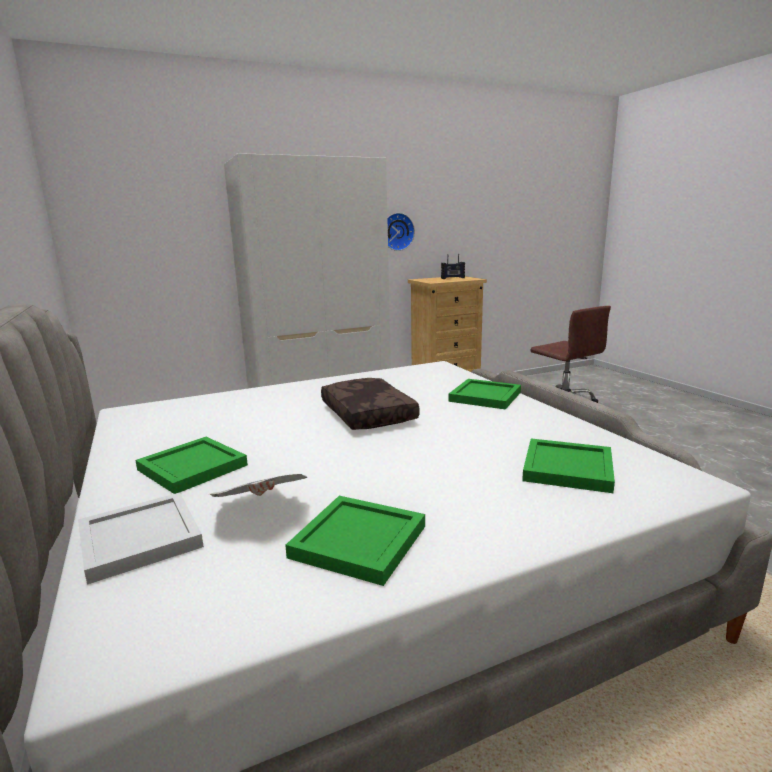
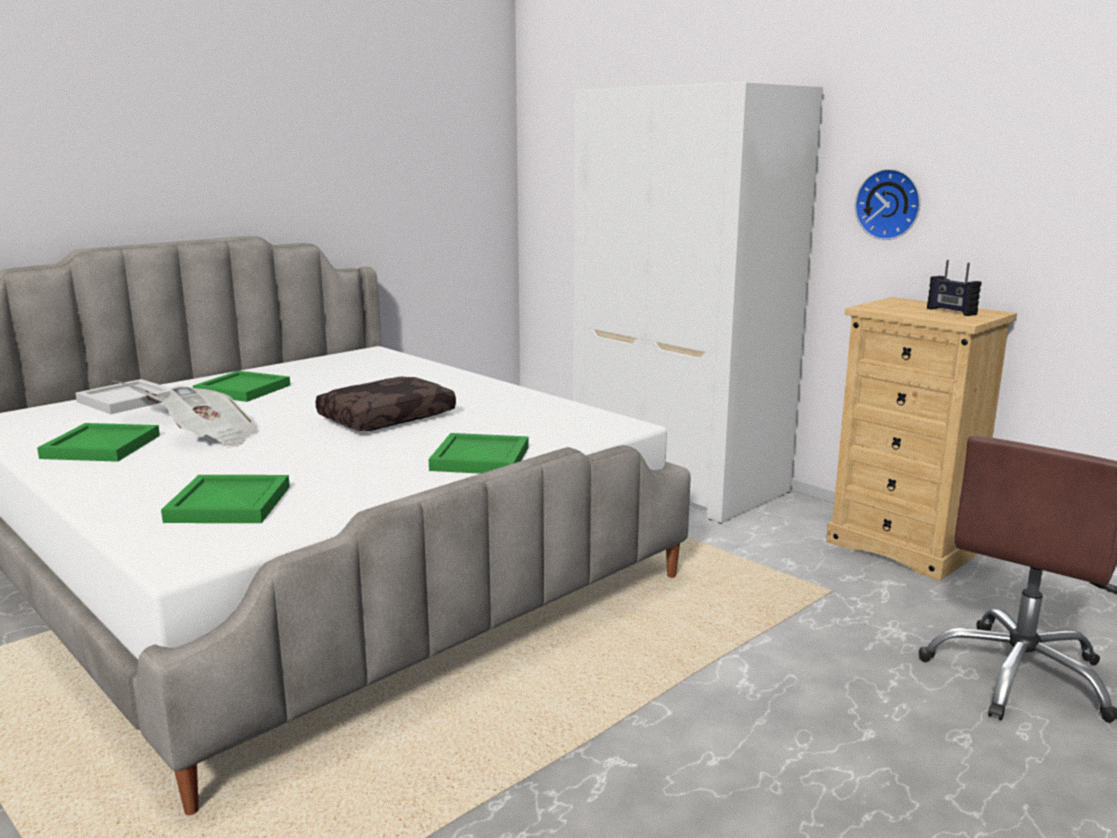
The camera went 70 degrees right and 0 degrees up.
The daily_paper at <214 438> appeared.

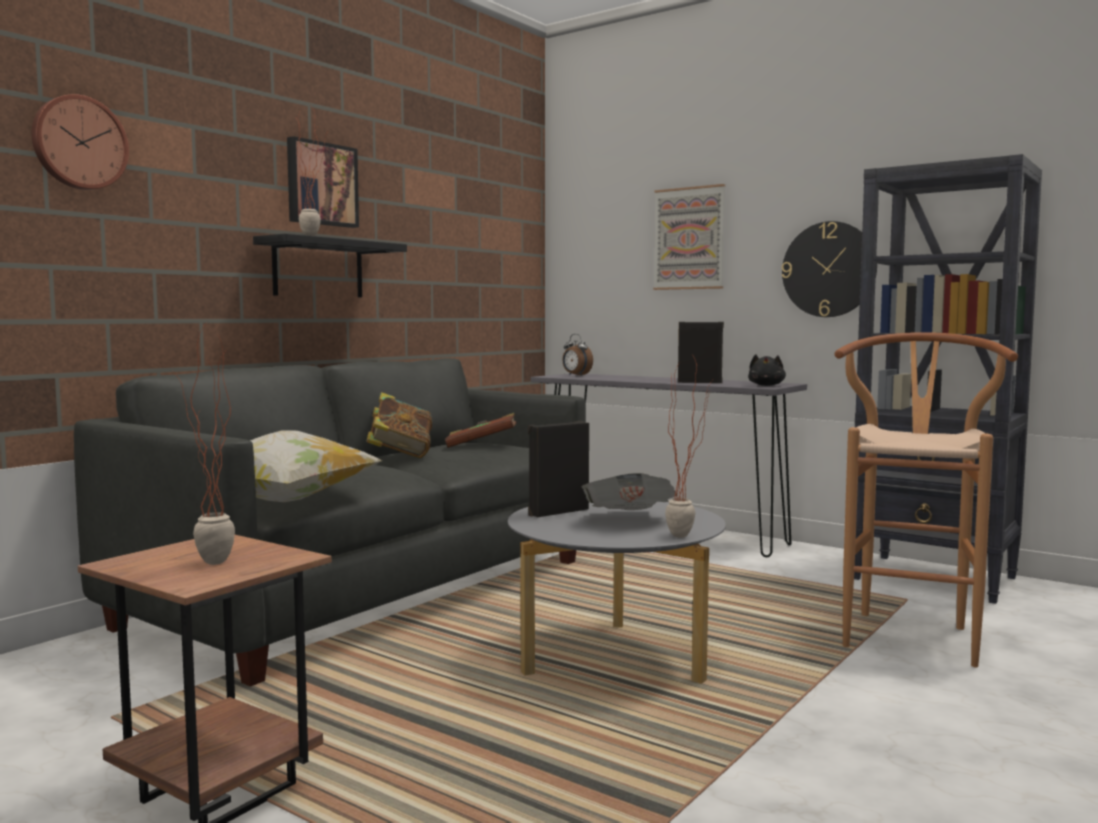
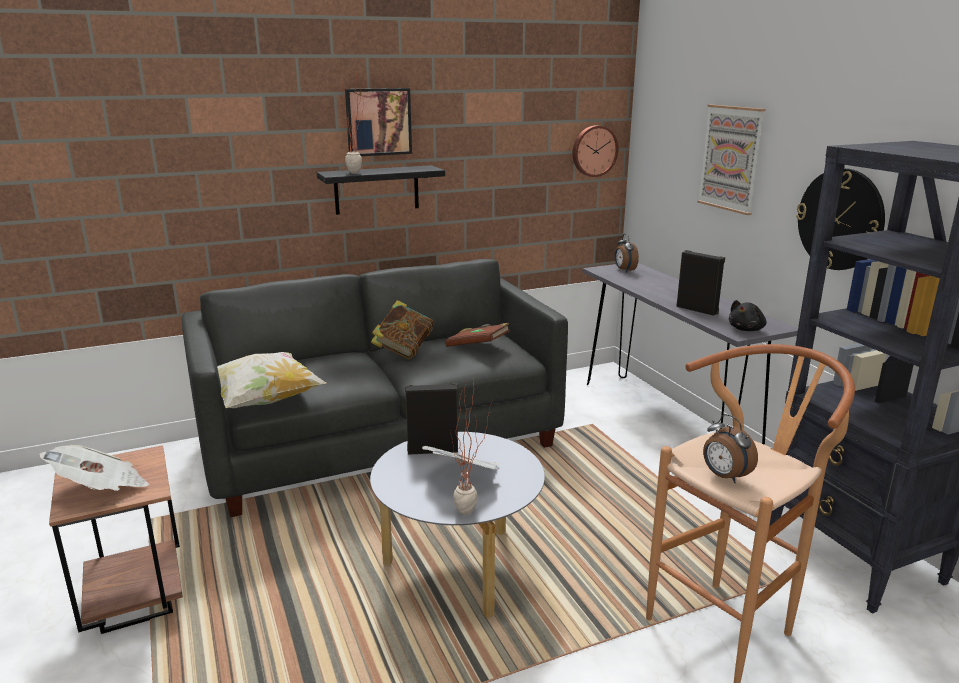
The camera went 30 degrees right and 15 degrees up.
The table_clock at <724 476> appeared.
The hanging_clock moved from <79 143> to <593 151>.
The houseplant at <210 566> was replaced by the daily_paper at <102 489>.

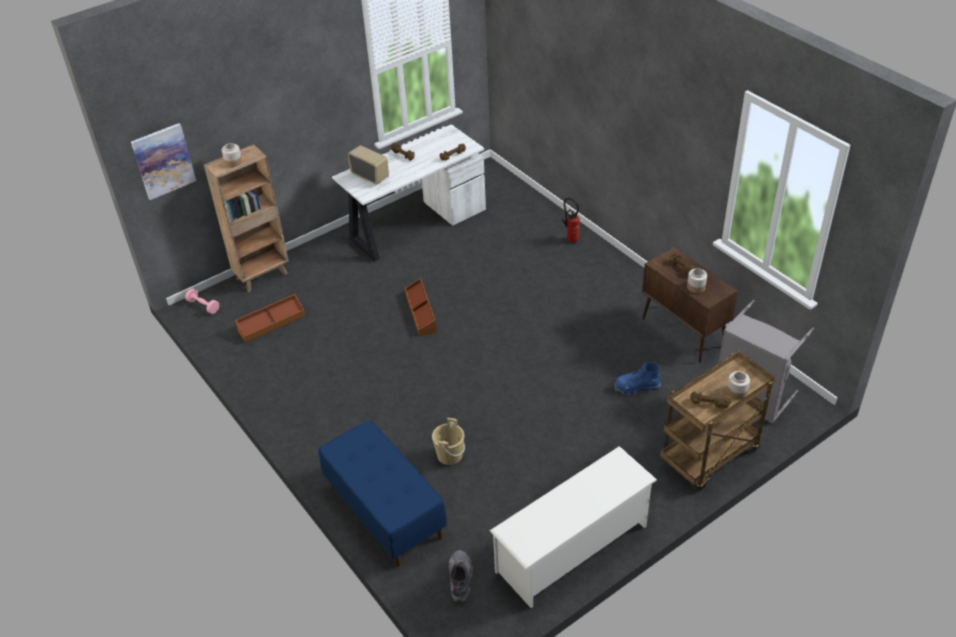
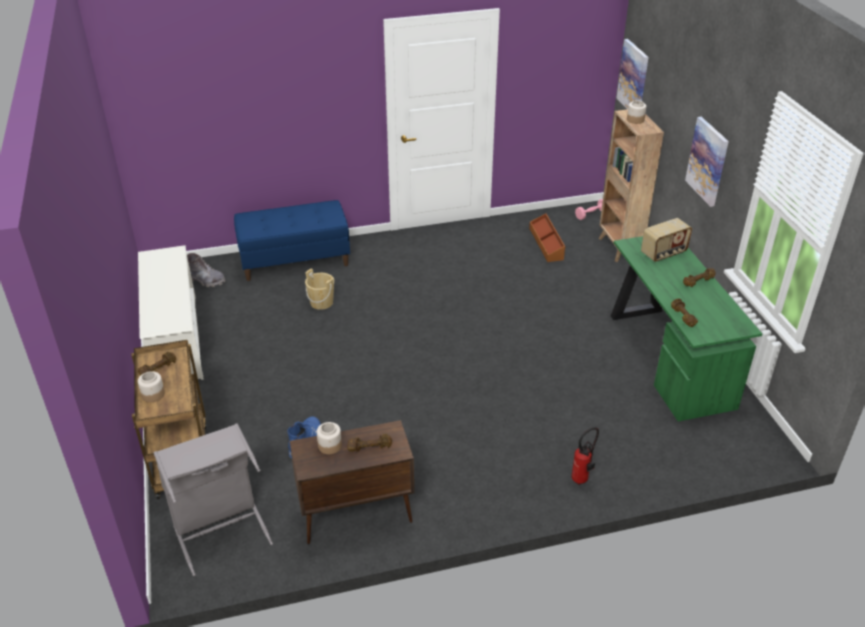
The camera went 110 degrees right and 5 degrees down.
The brownish_storage_bin at <421 312> disappeared.
The picture at <707 161> appeared.
The white_desk at <415 224> became the green_desk at <668 357>.

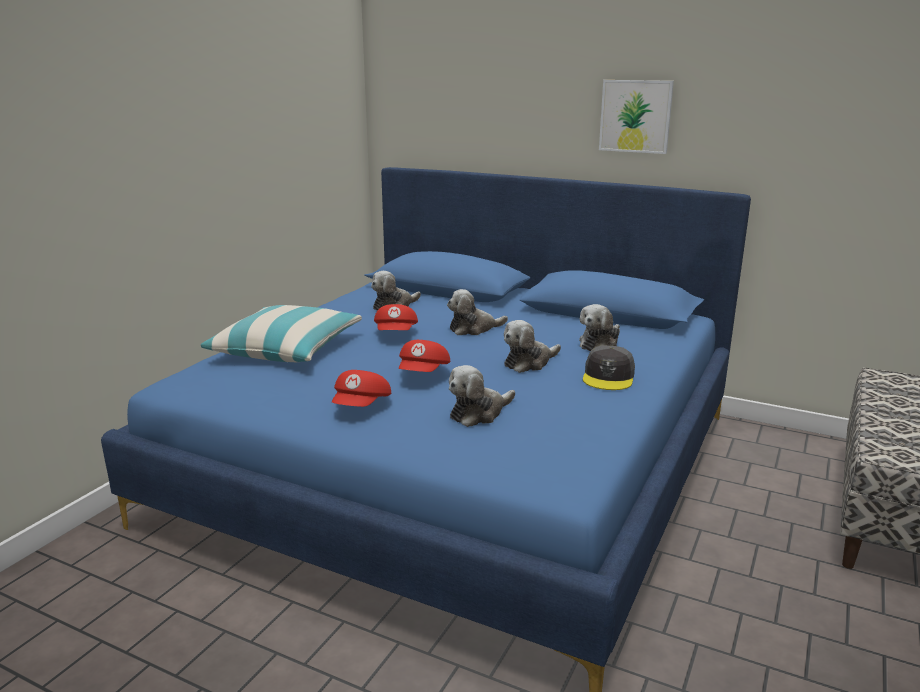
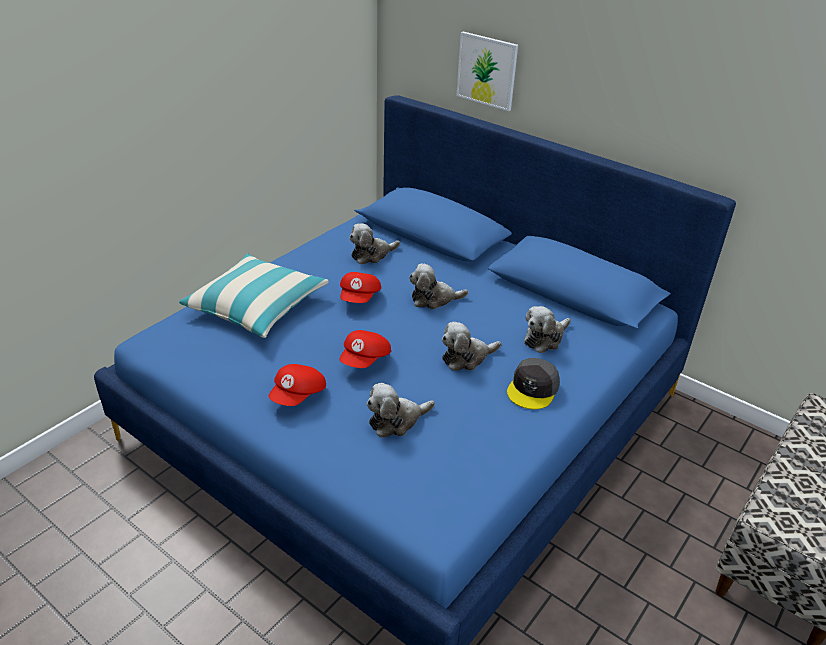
The camera went 10 degrees right and 15 degrees up.
The picture moved from <635 116> to <487 71>.

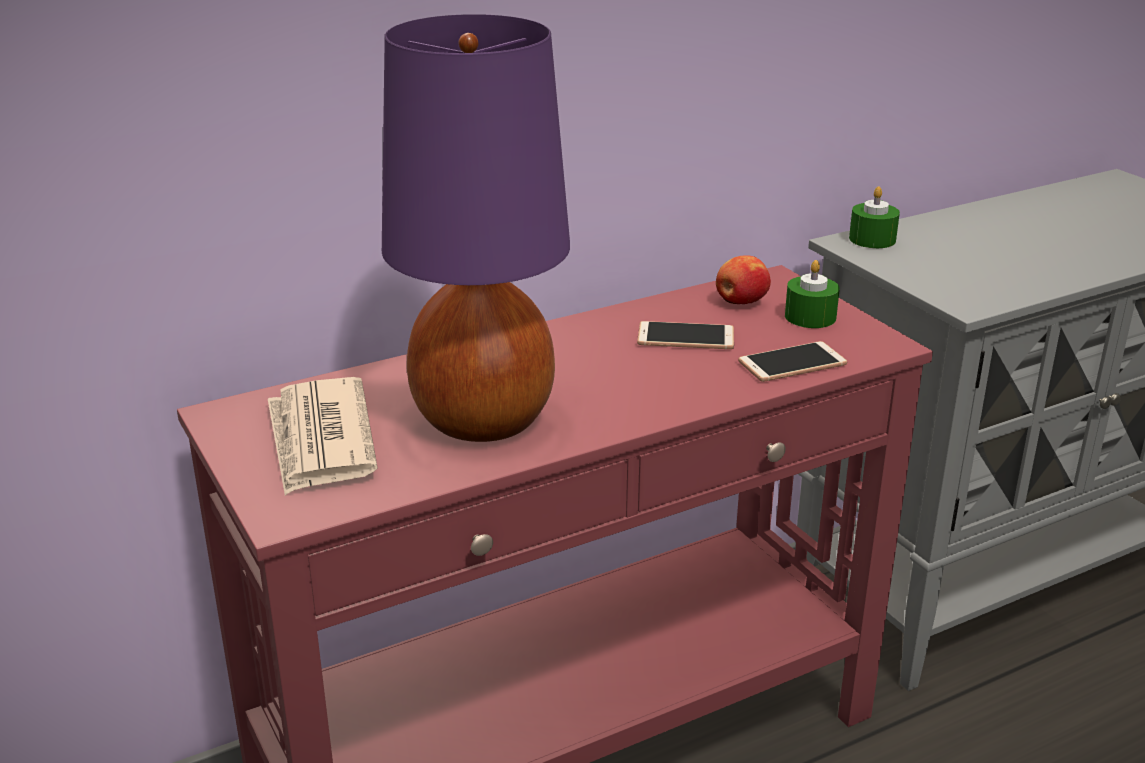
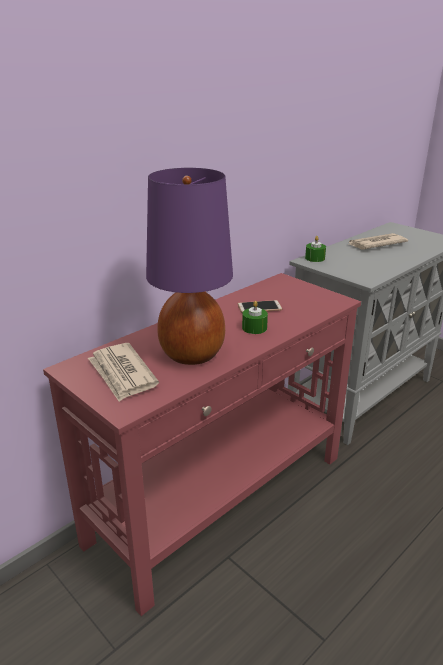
The camera went 15 degrees left and 0 degrees up.
The apple at <740 302> disappeared.
The telephone at <792 363> disappeared.
The daily_paper at <375 244> appeared.
The green_wax_light moved from <810 317> to <254 328>.

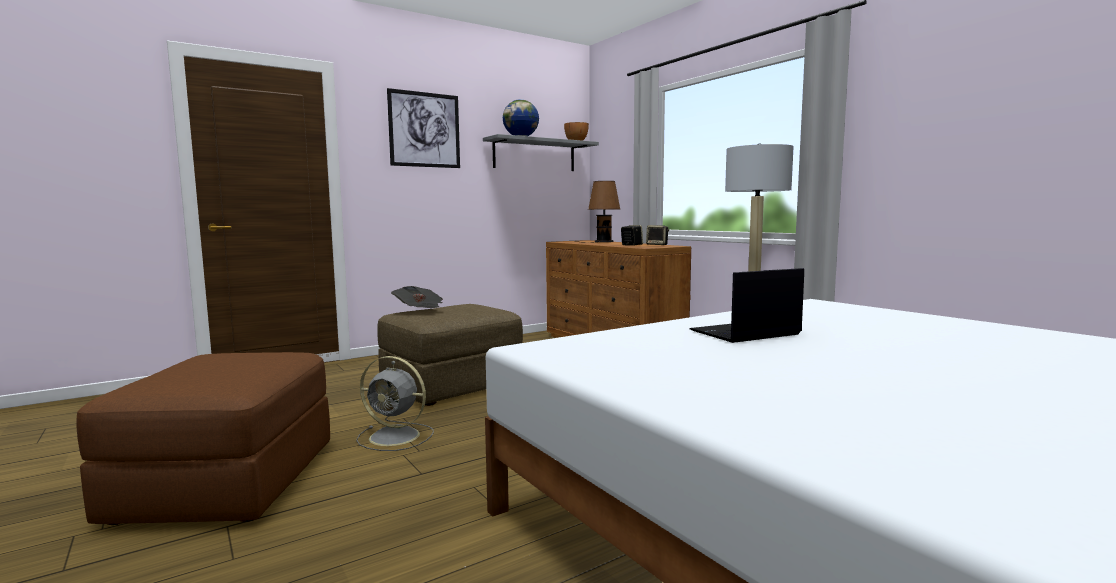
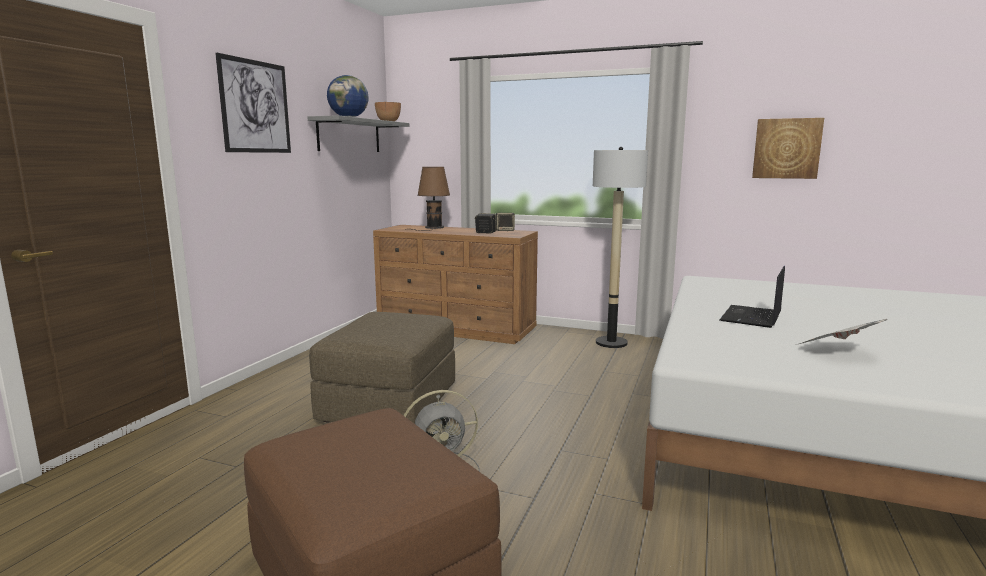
The camera went 35 degrees left and 5 degrees up.
The picture at <786 148> appeared.
The daily_paper moved from <420 312> to <837 352>.

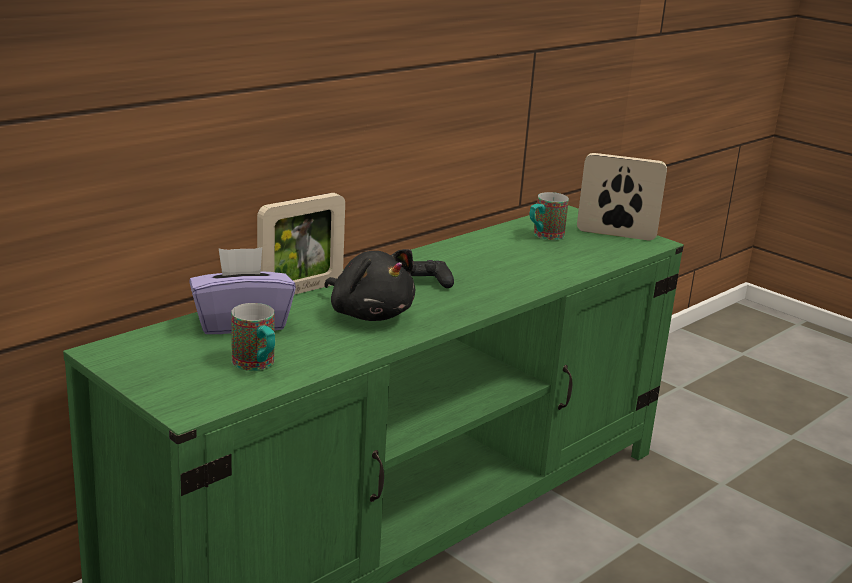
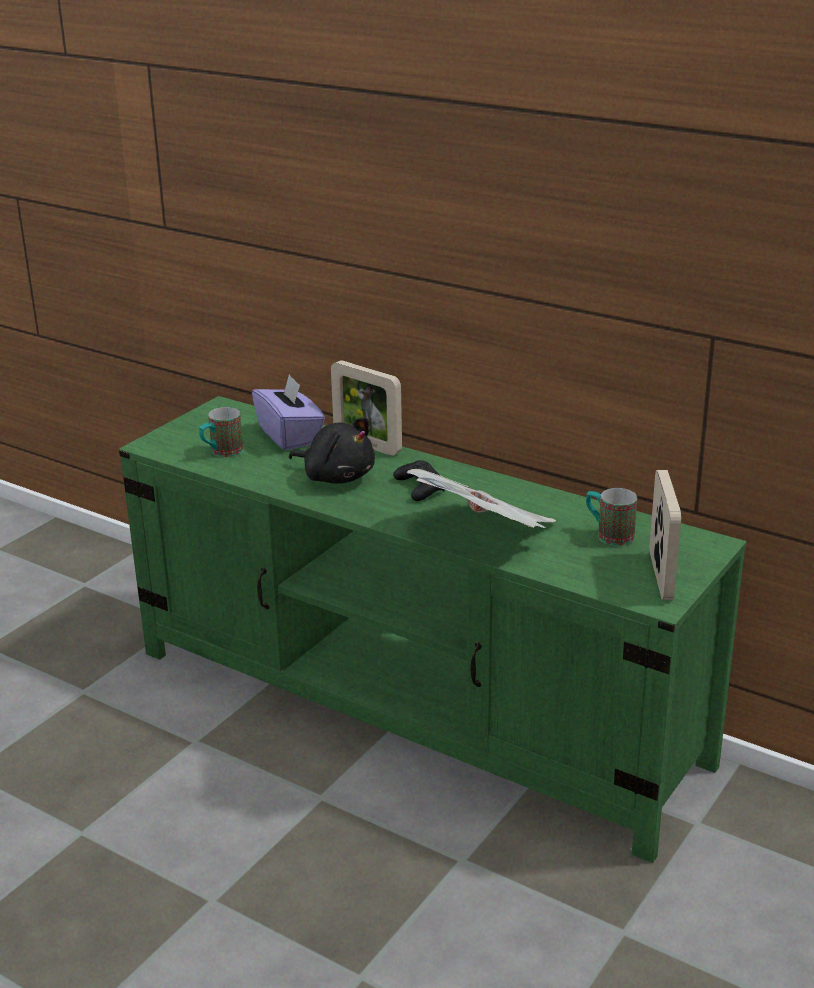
The camera went 80 degrees right and 5 degrees up.
The daily_paper at <484 534> appeared.
The black_cuddly_toy at <369 314> turned 90 degrees counterclockwise.

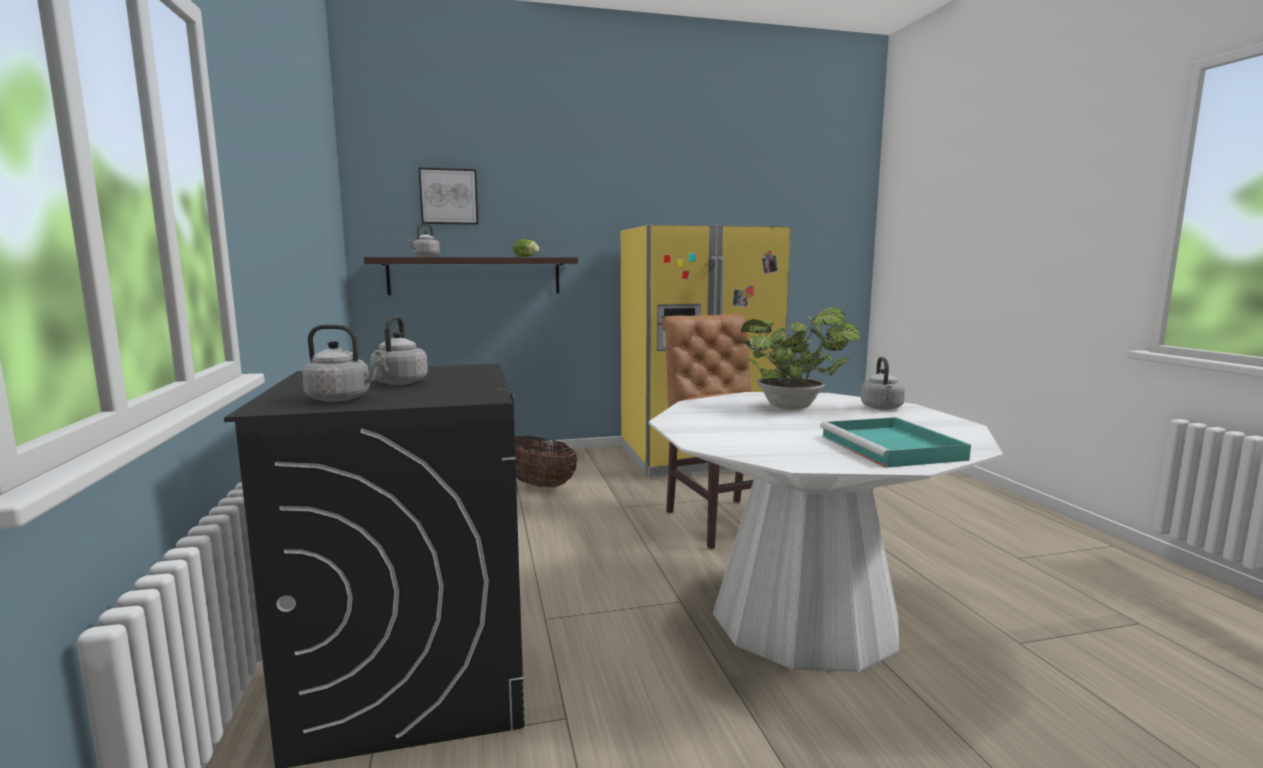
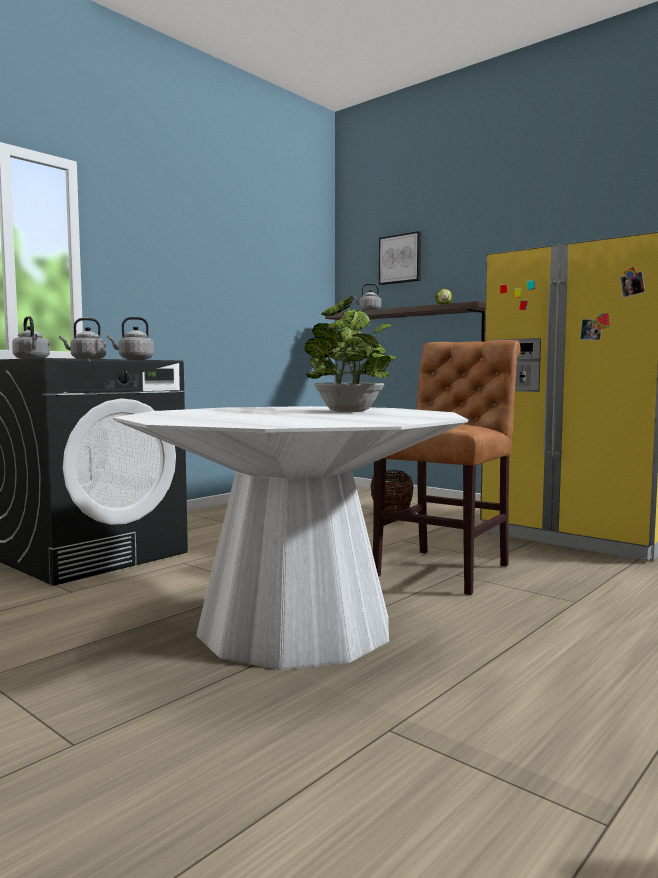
The camera went 55 degrees right and 5 degrees down.
The turquoise-coloured_tray at <893 448> disappeared.
The greyish_tea_kettle moved from <882 408> to <134 359>.

